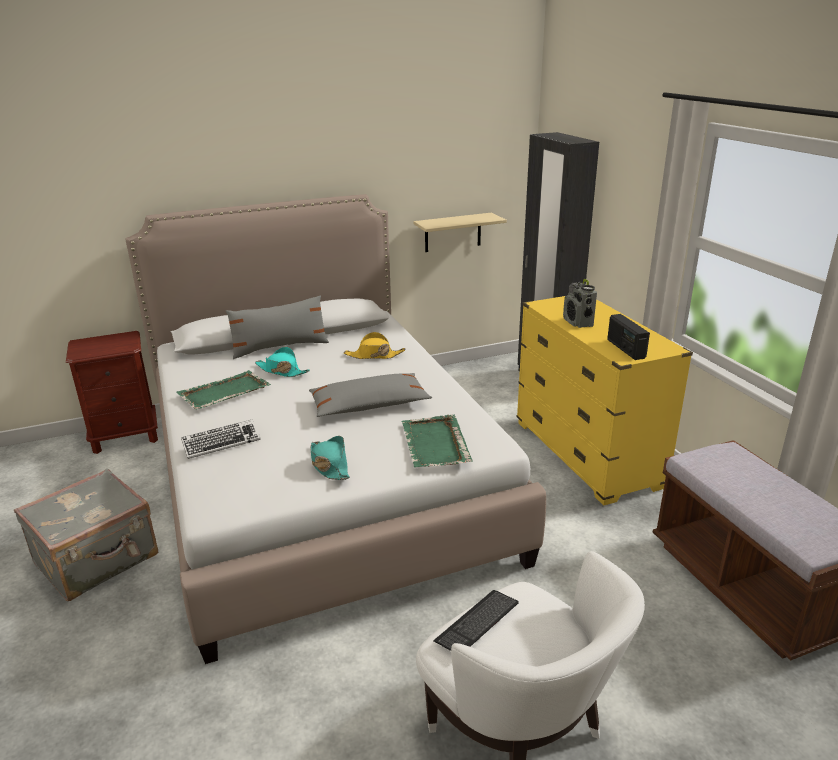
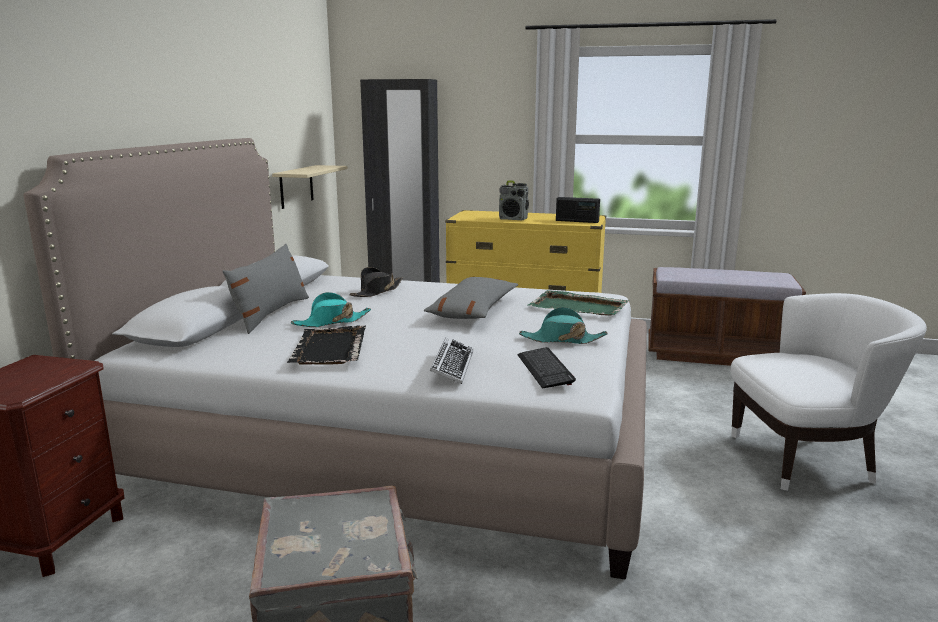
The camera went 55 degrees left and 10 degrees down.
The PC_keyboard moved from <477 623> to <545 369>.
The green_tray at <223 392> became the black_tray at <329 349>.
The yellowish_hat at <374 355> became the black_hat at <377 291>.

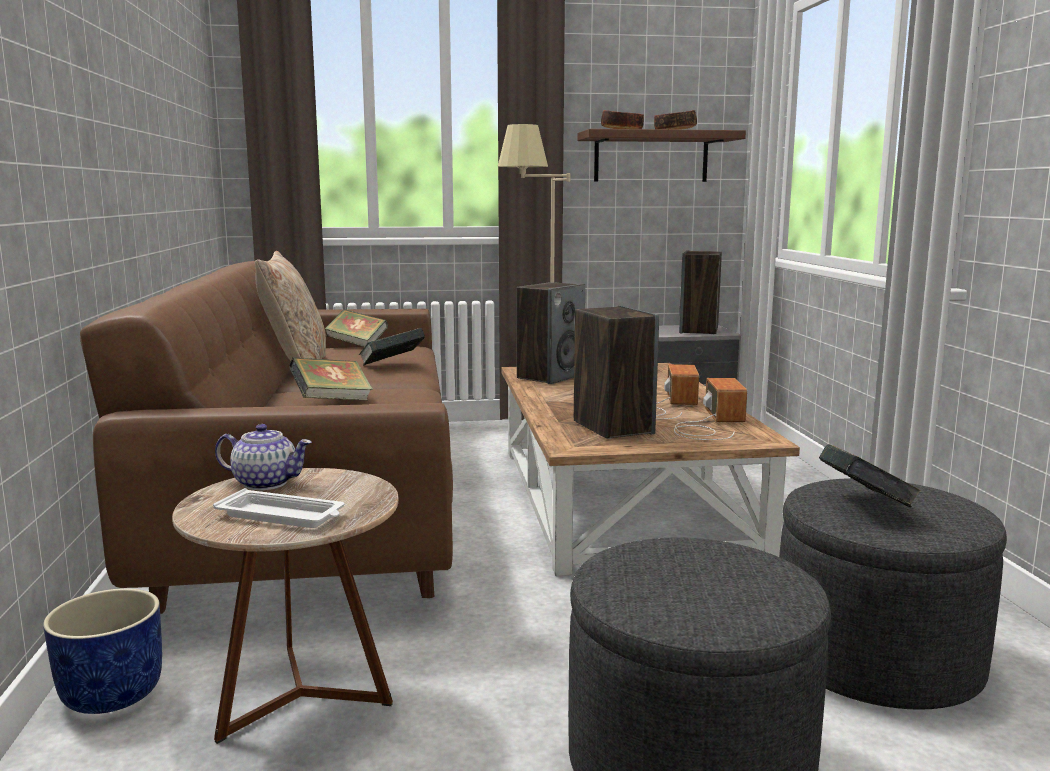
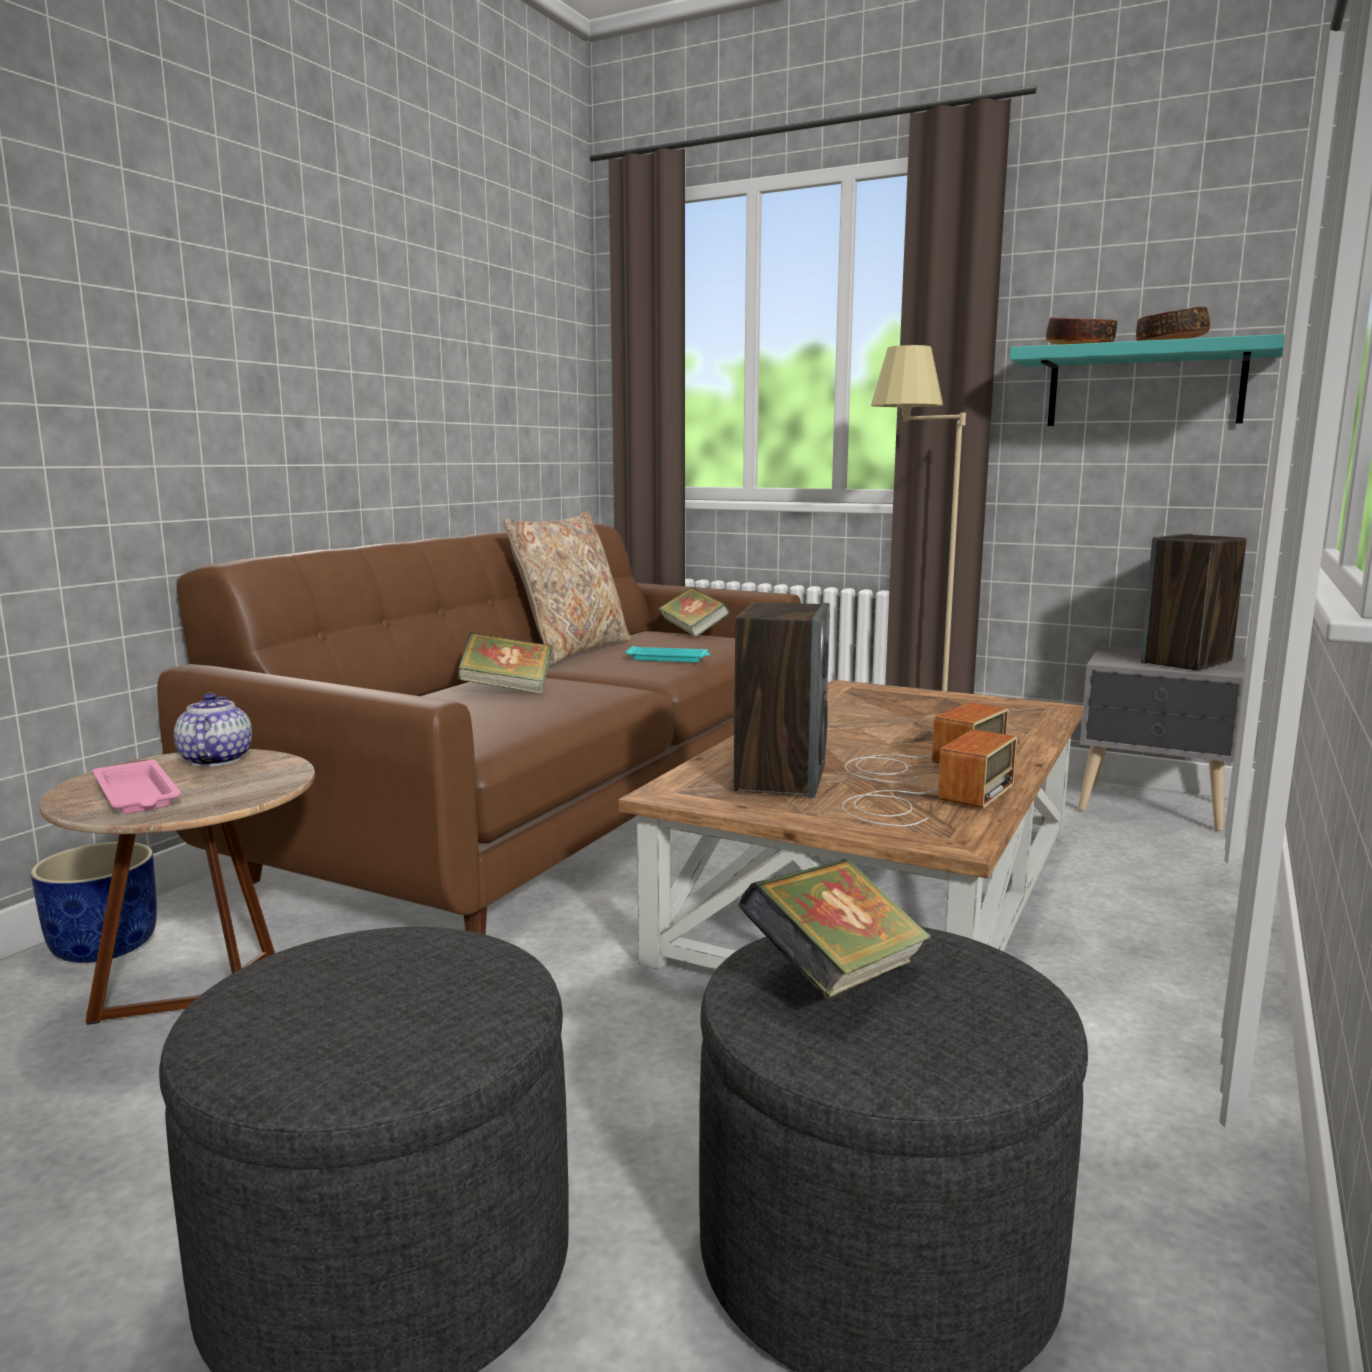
The camera went 35 degrees right and 0 degrees up.
The audio_speaker at <550 376> disappeared.
The volume at <392 365> was replaced by the turquoise-coloured_tray at <669 659>.
The white_tray at <282 516> became the pink_tray at <137 796>.
The brownish_wall_shelf at <651 157> became the turquoise-coloured_wall_shelf at <1144 387>.
The tea_pot at <265 483> turned 150 degrees counterclockwise.

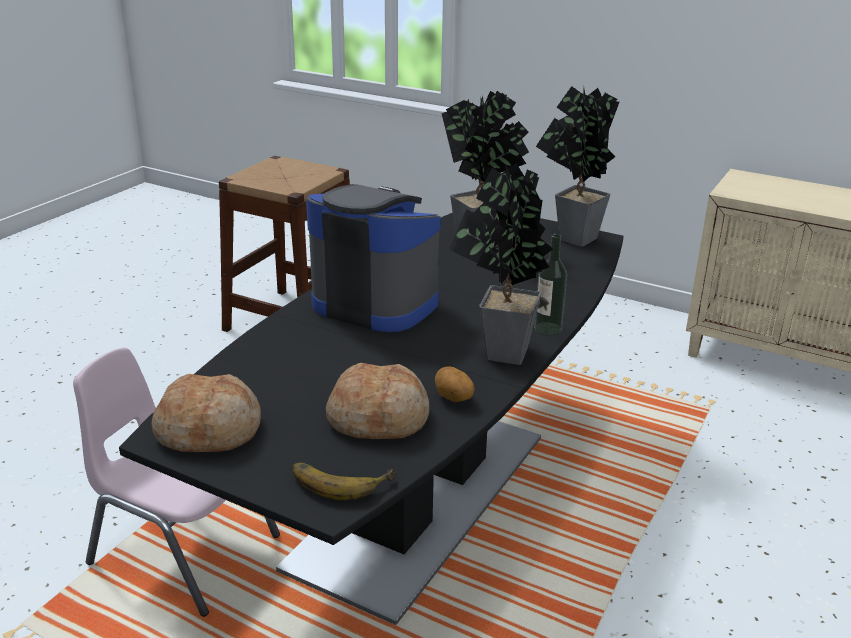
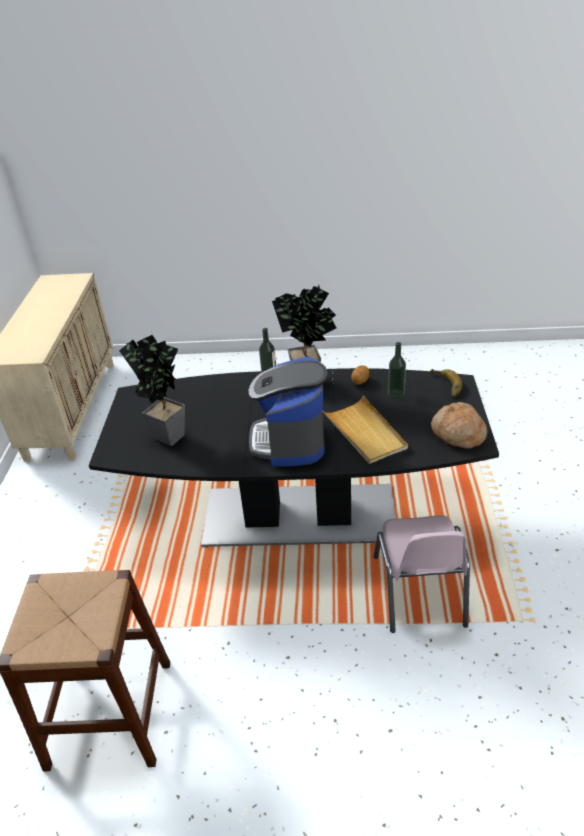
The camera went 115 degrees left and 10 degrees up.
The houseplant at <571 239> disappeared.
The beige-coloured_tray at <365 432> appeared.
The bakery_bread at <379 418> was replaced by the bottle at <396 393>.

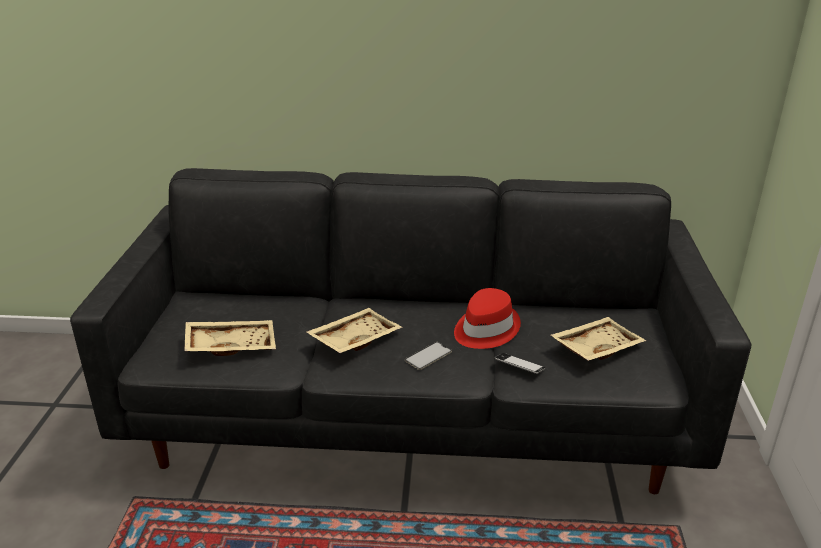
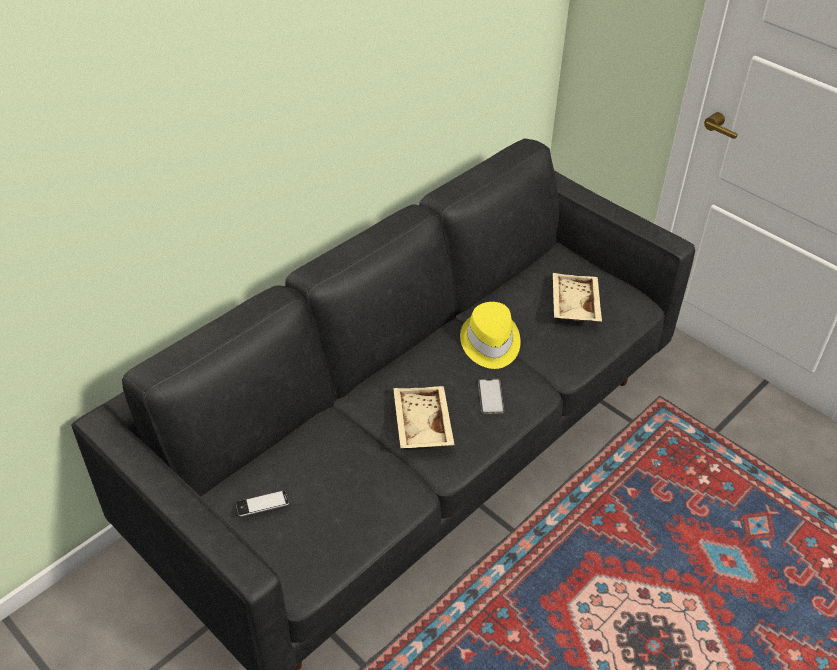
The camera went 50 degrees left and 15 degrees up.
The beige-coloured_tray at <231 345> disappeared.
The telephone moved from <519 367> to <263 506>.
The red_hat at <485 329> became the yellowish_hat at <490 343>.

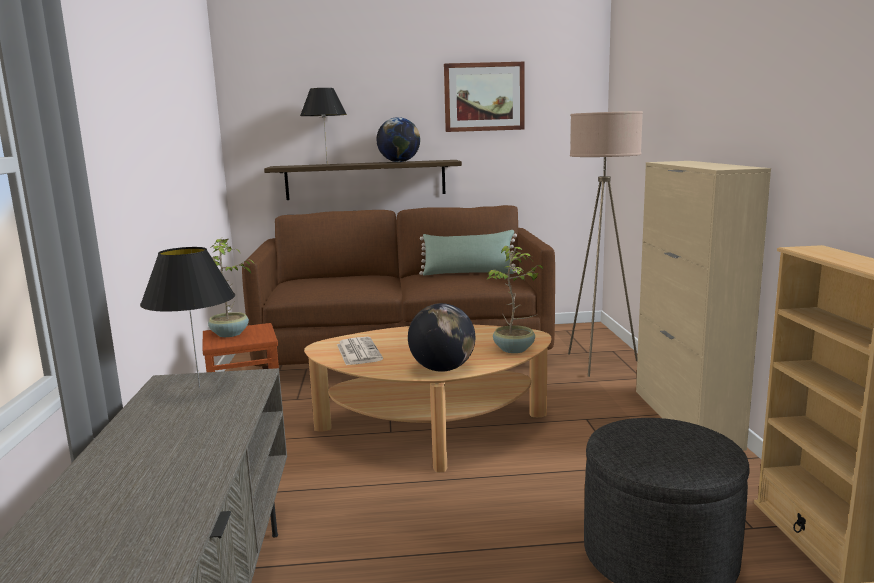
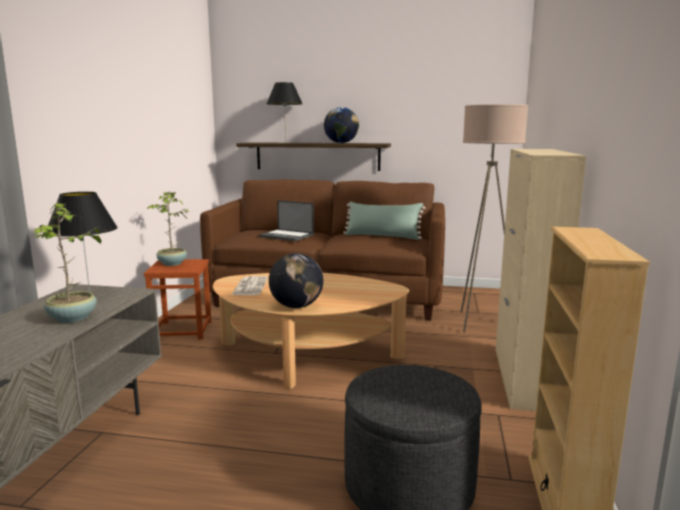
The camera went 15 degrees right and 0 degrees up.
The picture at <484 97> disappeared.
The notebook_computer at <287 236> appeared.
The houseplant moved from <515 349> to <73 318>.

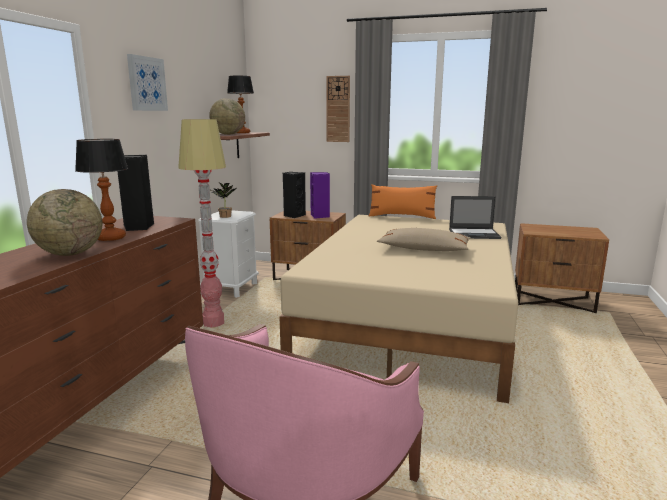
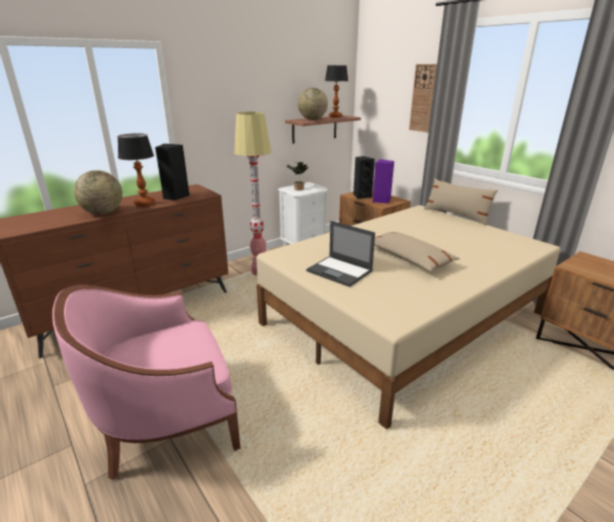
The camera went 35 degrees right and 10 degrees up.
The picture at <147 84> disappeared.
The notebook_computer moved from <474 234> to <340 271>.
The orange_pillow at <402 216> became the beige-coloured_pillow at <456 215>.

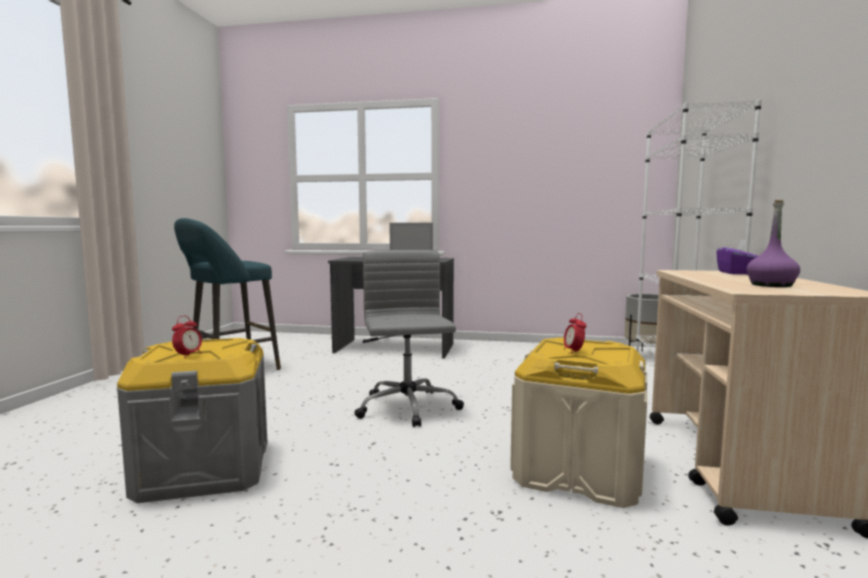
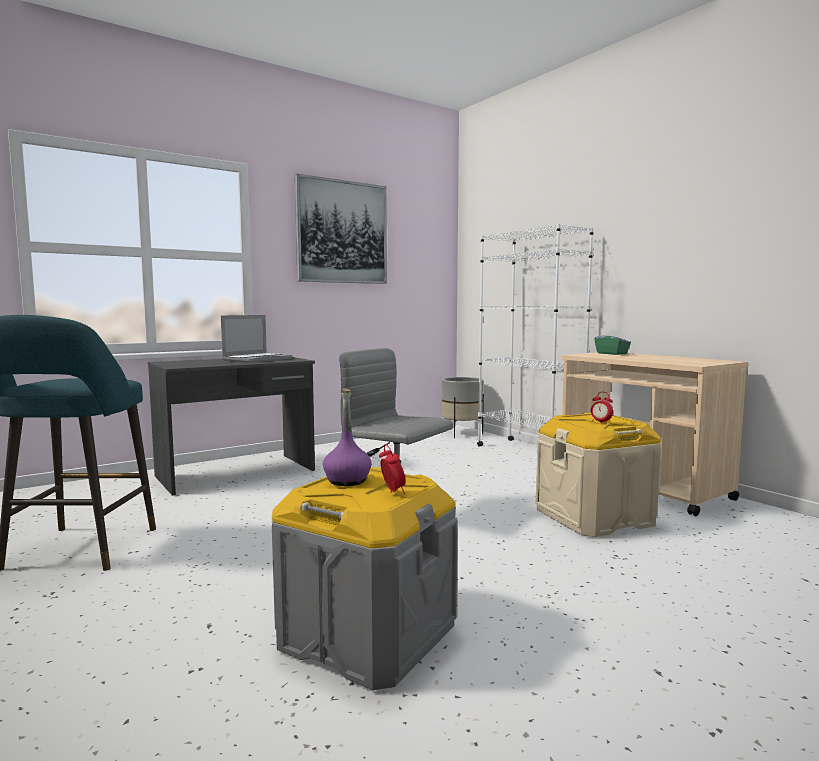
The camera went 45 degrees left and 0 degrees up.
The picture at <342 232> appeared.
The purplish_bottle moved from <771 285> to <347 481>.
The purplish_box_of_tissues at <736 273> became the green_box_of_tissues at <612 353>.

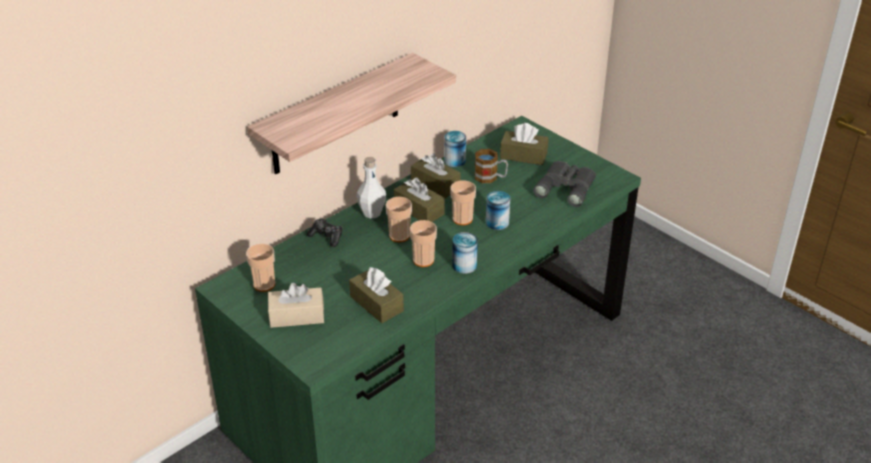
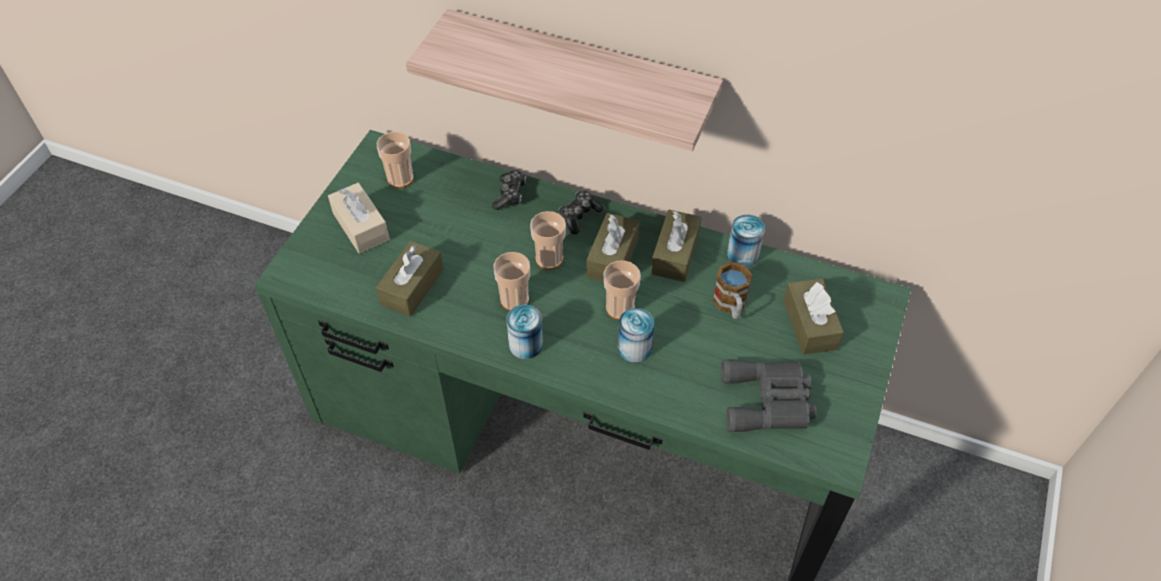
The camera went 65 degrees right and 15 degrees up.
The white_bottle at <372 213> was replaced by the gamepad at <579 216>.

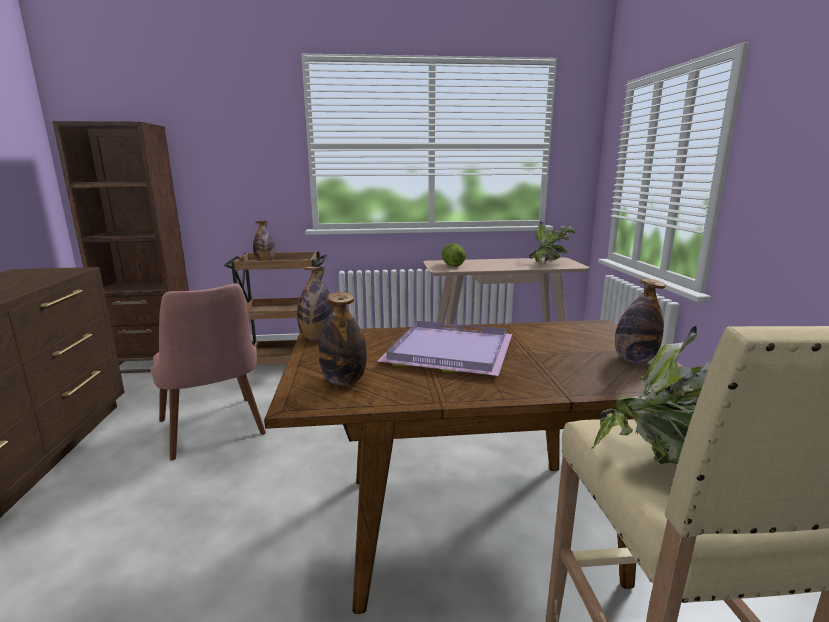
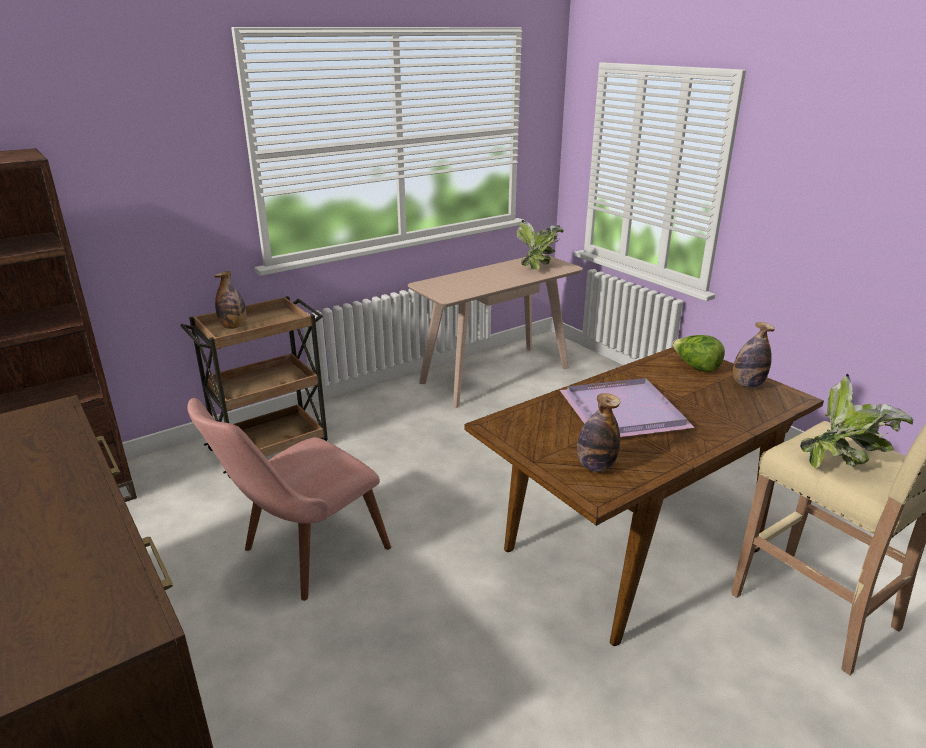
The camera went 30 degrees left and 10 degrees up.
The bottle at <317 338> disappeared.
The lettuce_head moved from <452 265> to <695 367>.
The pink_upright_chair at <216 433> turned 105 degrees clockwise.

